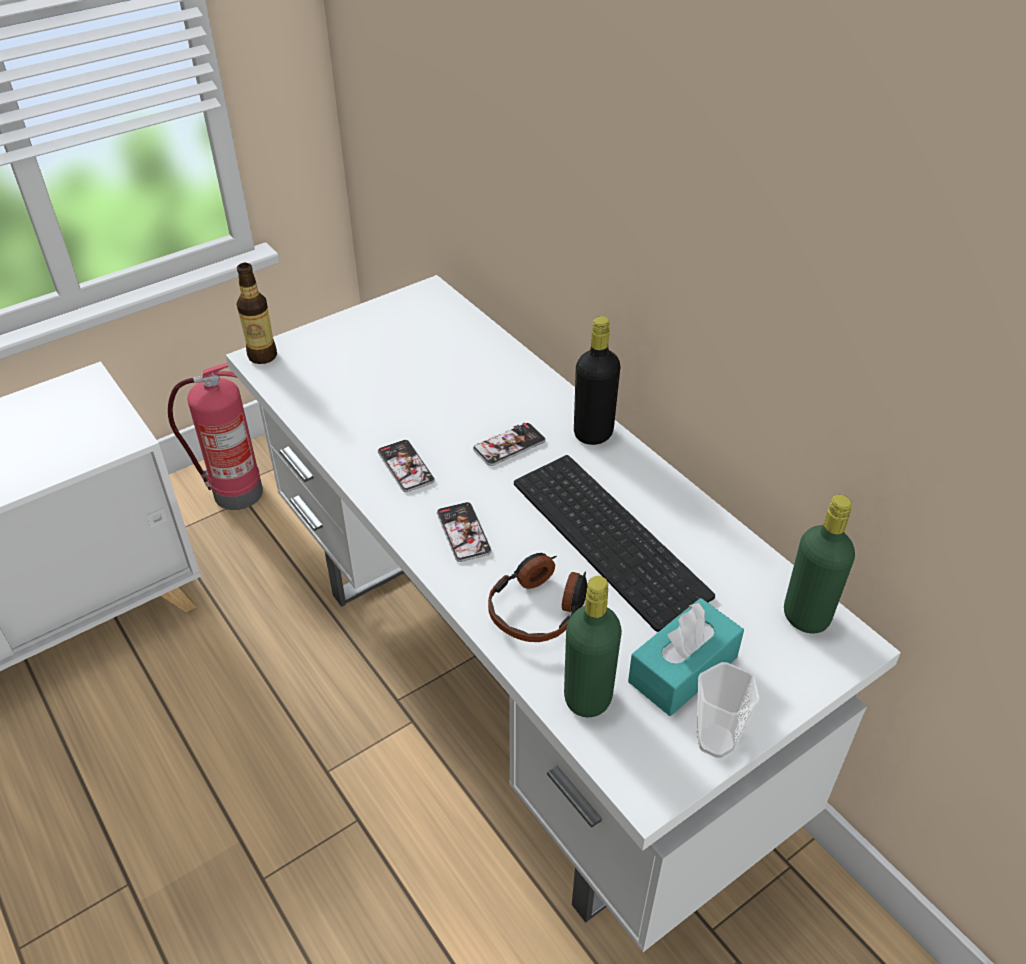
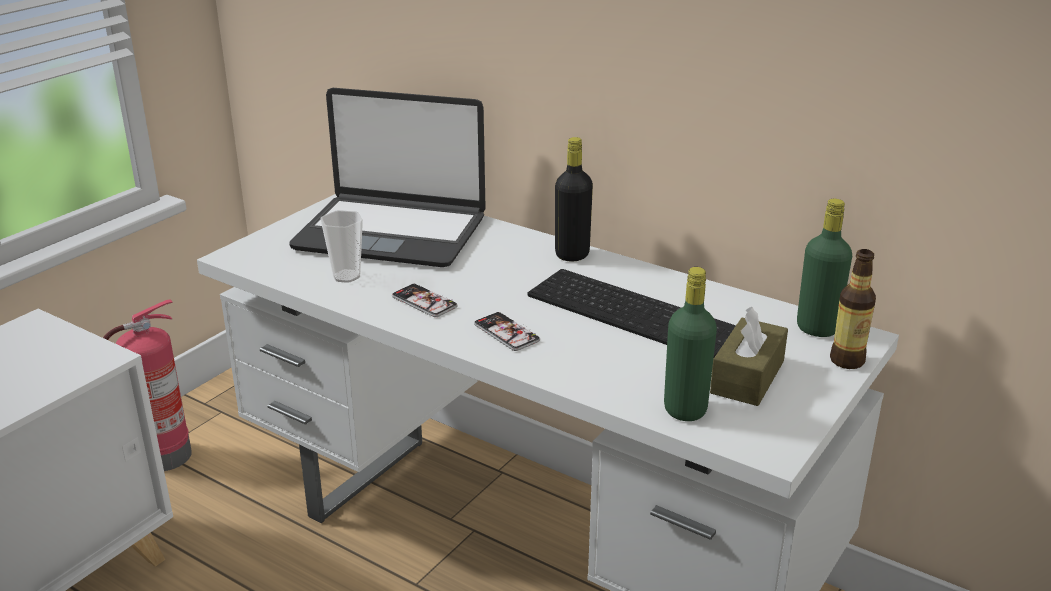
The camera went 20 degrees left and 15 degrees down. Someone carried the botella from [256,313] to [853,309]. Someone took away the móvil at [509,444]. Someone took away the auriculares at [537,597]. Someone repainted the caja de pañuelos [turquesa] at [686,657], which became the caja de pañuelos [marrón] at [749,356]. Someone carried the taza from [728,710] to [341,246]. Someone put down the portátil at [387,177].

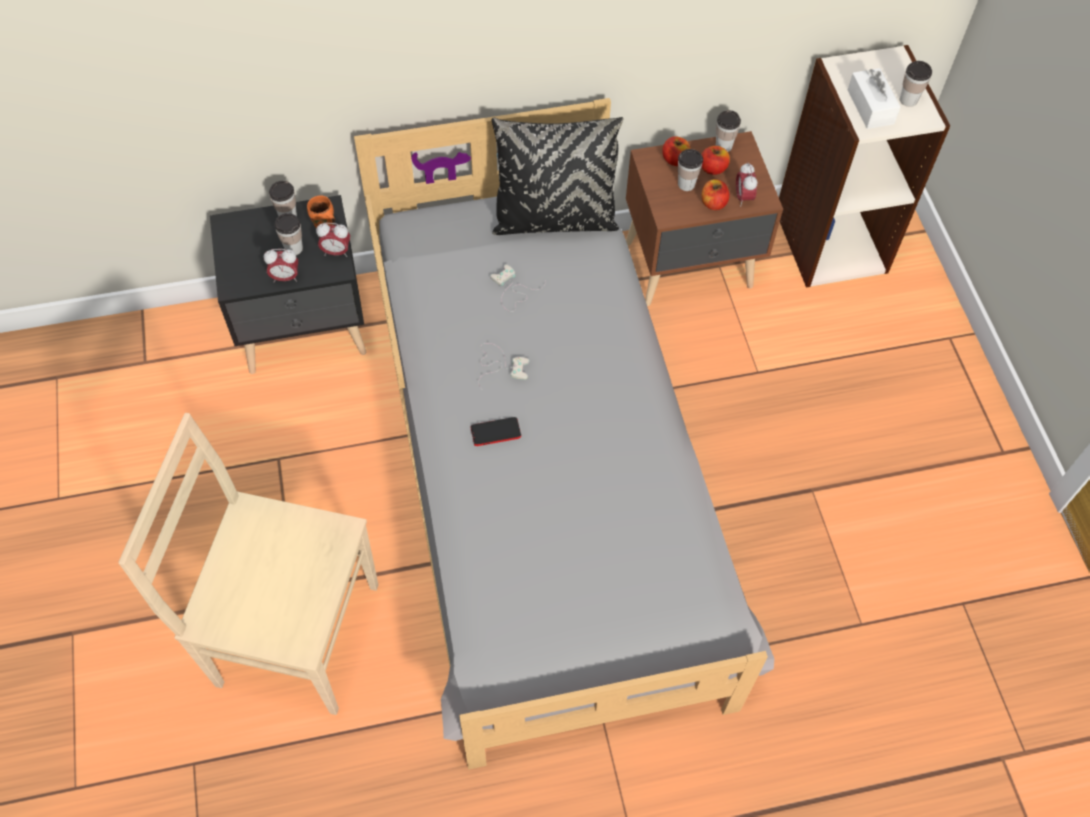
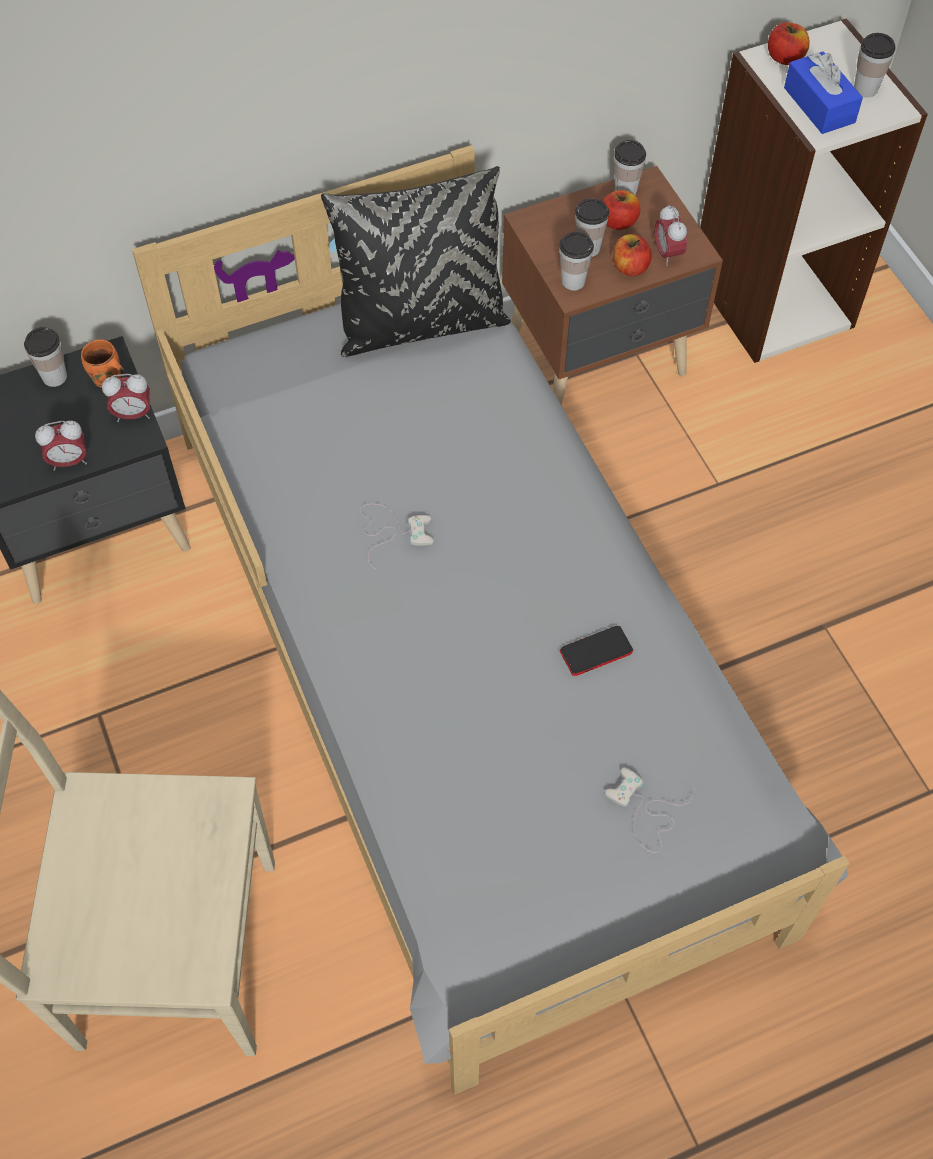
The camera went 10 degrees left and 0 degrees up. Someone carried the taza from [289,234] to [576,261]. Someone carried the móvil from [495,431] to [596,651]. Someone carried the mando de consola [blanco] from [518,288] to [649,810]. Someone carried the manzana from [676,151] to [789,43]. Someone repainted the caja de pañuelos [blanco] at [874,98], which became the caja de pañuelos [azul] at [823,92].

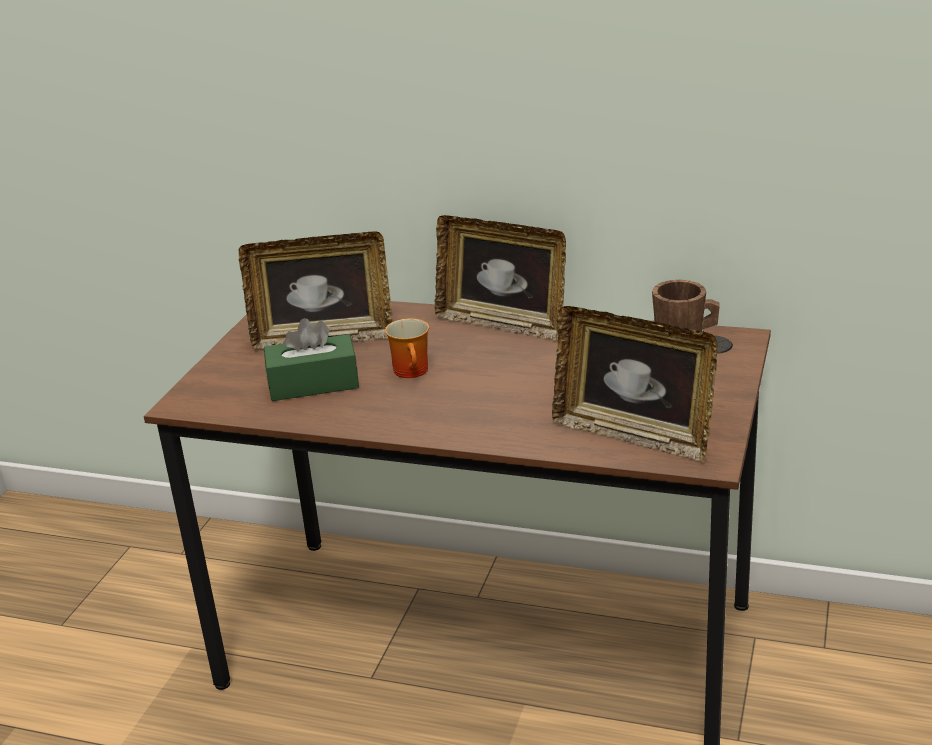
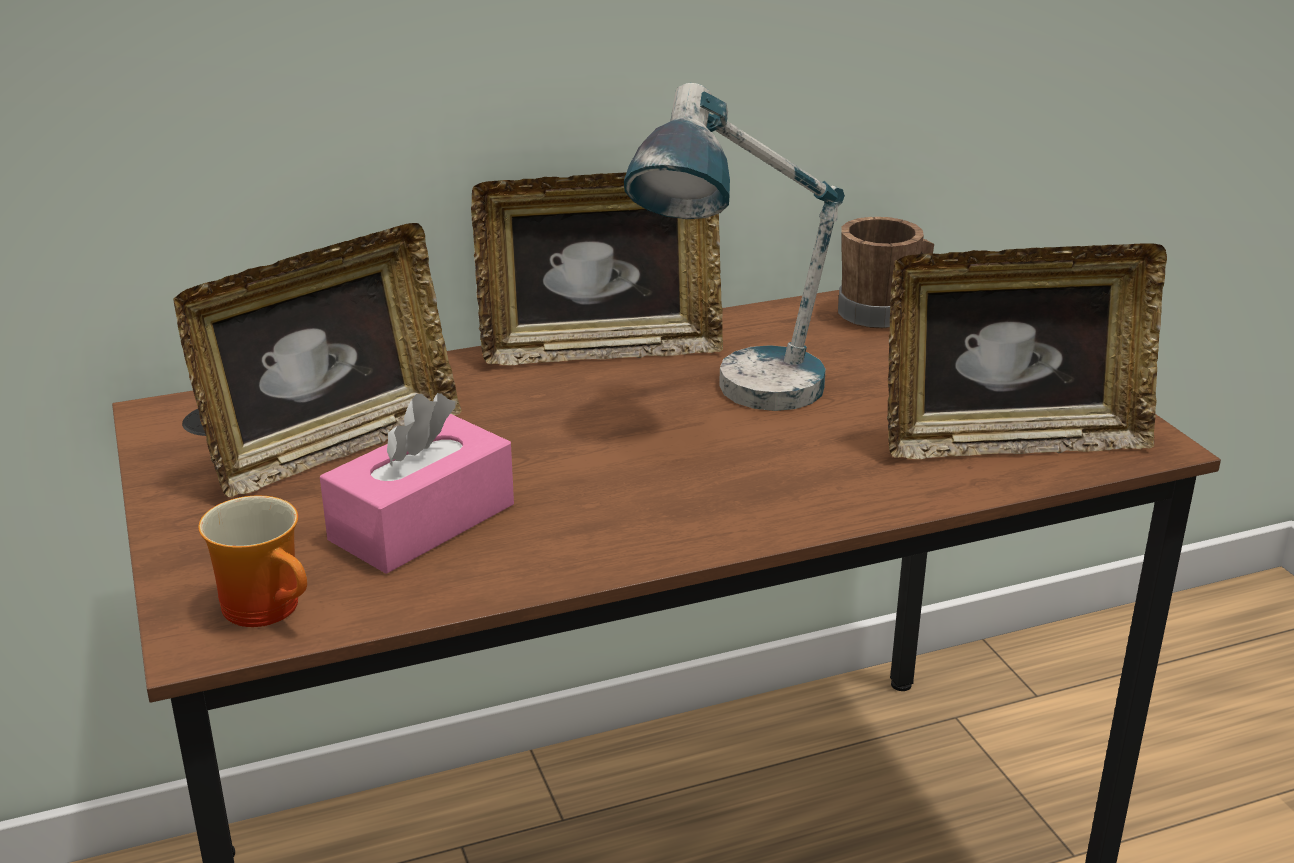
The camera went 40 degrees left and 0 degrees up. Someone repainted the caja de pañuelos [verde] at [311,359], which became the caja de pañuelos [rosa] at [417,483]. Someone carried the taza grande from [407,348] to [252,561]. Someone put down the lámpara de mesa at [734,247].

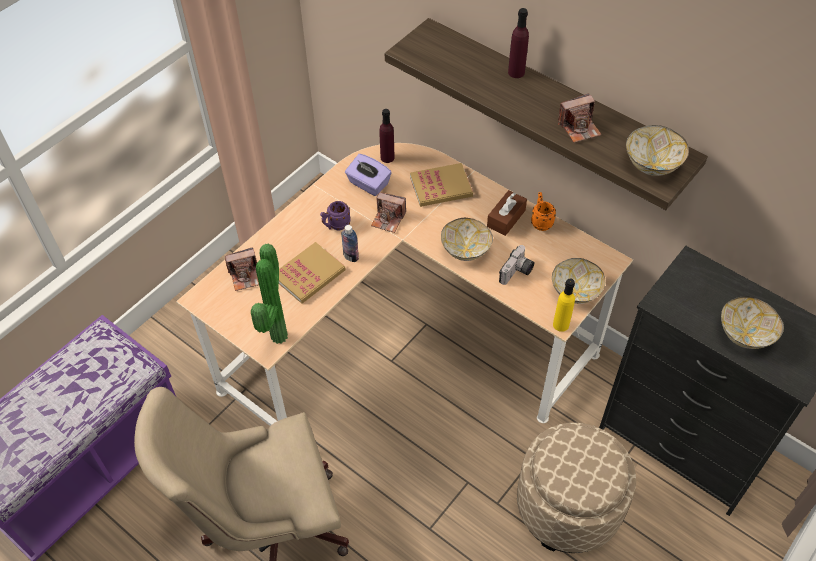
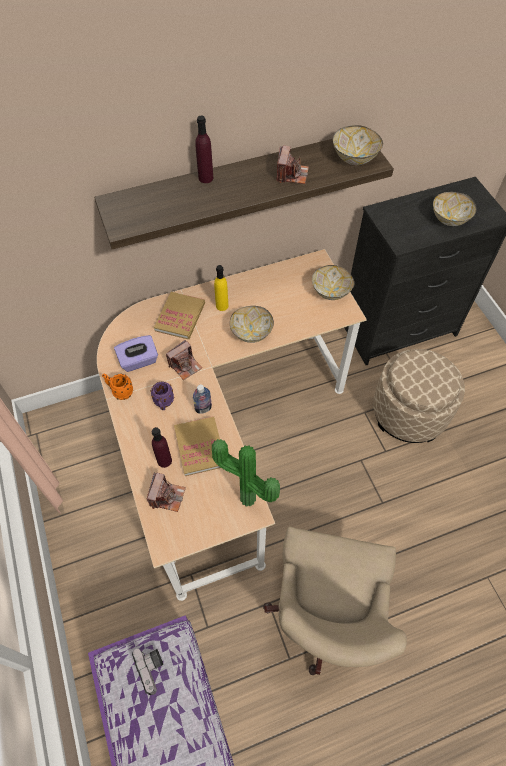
The camera went 60 degrees left and 5 degrees up. Someone carried the botella [morado] from [387,136] to [162,447]. Someone took away the caja de pañuelos [marrón] at [507,213]. Someone carried the cámara from [516,265] to [147,672]. Someone carried the taza grande [naranja] from [543,211] to [117,387]. Someone carried the botella [amarillo] from [564,305] to [221,288].

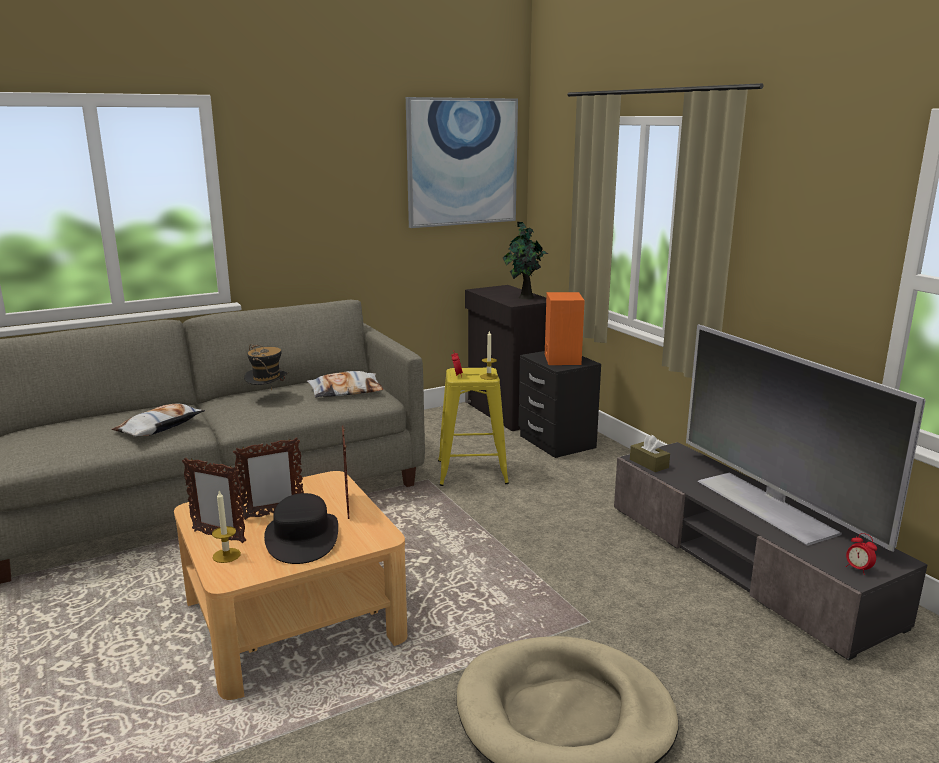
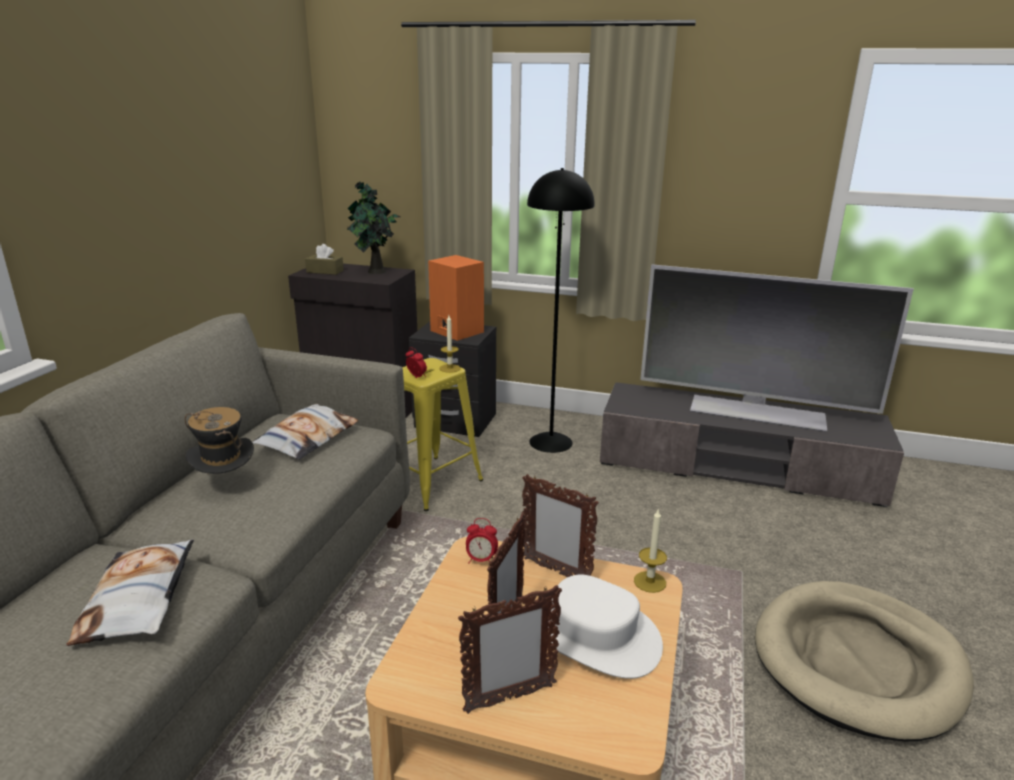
The camera went 45 degrees left and 5 degrees up. Someone carried the vela from [226,527] to [650,550]. Someone repainted the sombrero [negro] at [301,528], which became the sombrero [blanco] at [605,626]. Someone took away the cuadro at [462,162]. Someone carried the caja de pañuelos [marrón] from [650,453] to [324,259]. Someone carried the despertador from [861,554] to [482,540]. Someone put down the lámpara de pie [negro] at [561,310].

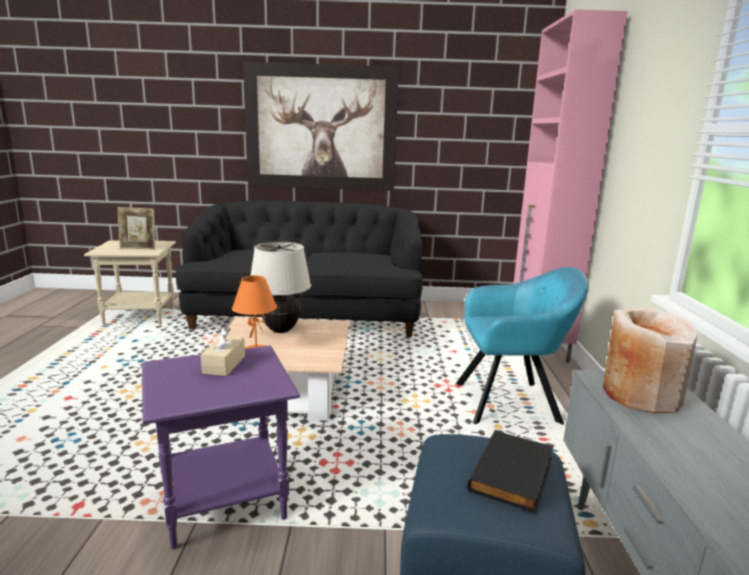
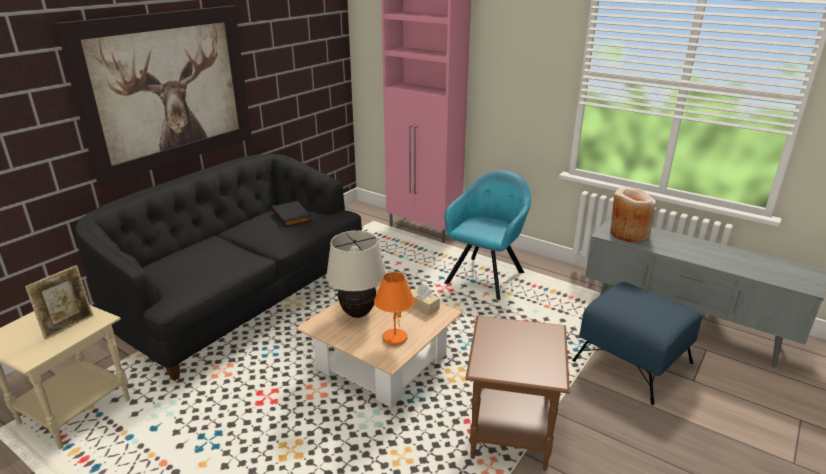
The camera went 55 degrees left and 10 degrees up. Someone repainted the mesa auxiliar [morado] at [221,447], which became the mesa auxiliar [marrón] at [517,393]. Someone carried the caja de pañuelos [beis] from [223,351] to [425,300]. Someone carried the libro [negro] from [510,471] to [292,214].

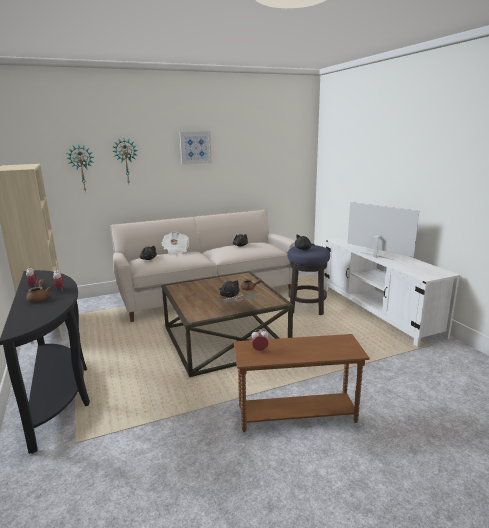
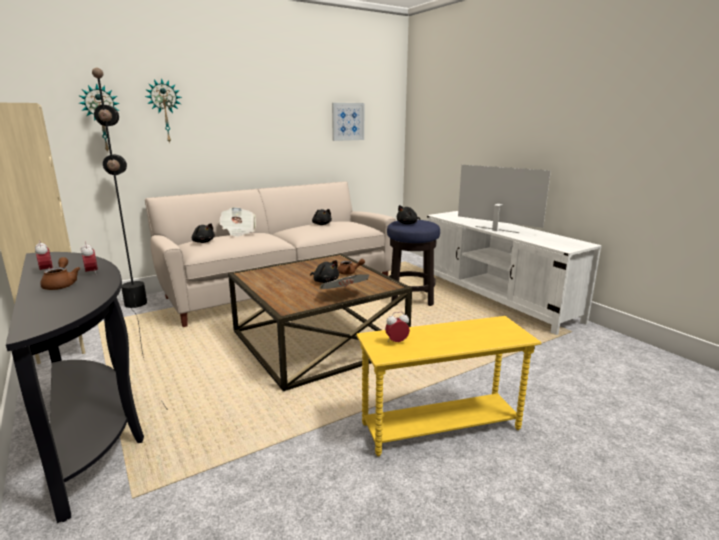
The camera went 10 degrees left and 0 degrees up. Someone carried the cuadro from [196,148] to [348,122]. Someone repainted the mesa auxiliar [marrón] at [302,383], which became the mesa auxiliar [amarillo] at [448,386]. Someone put down the lámpara de pie [negro] at [130,239].

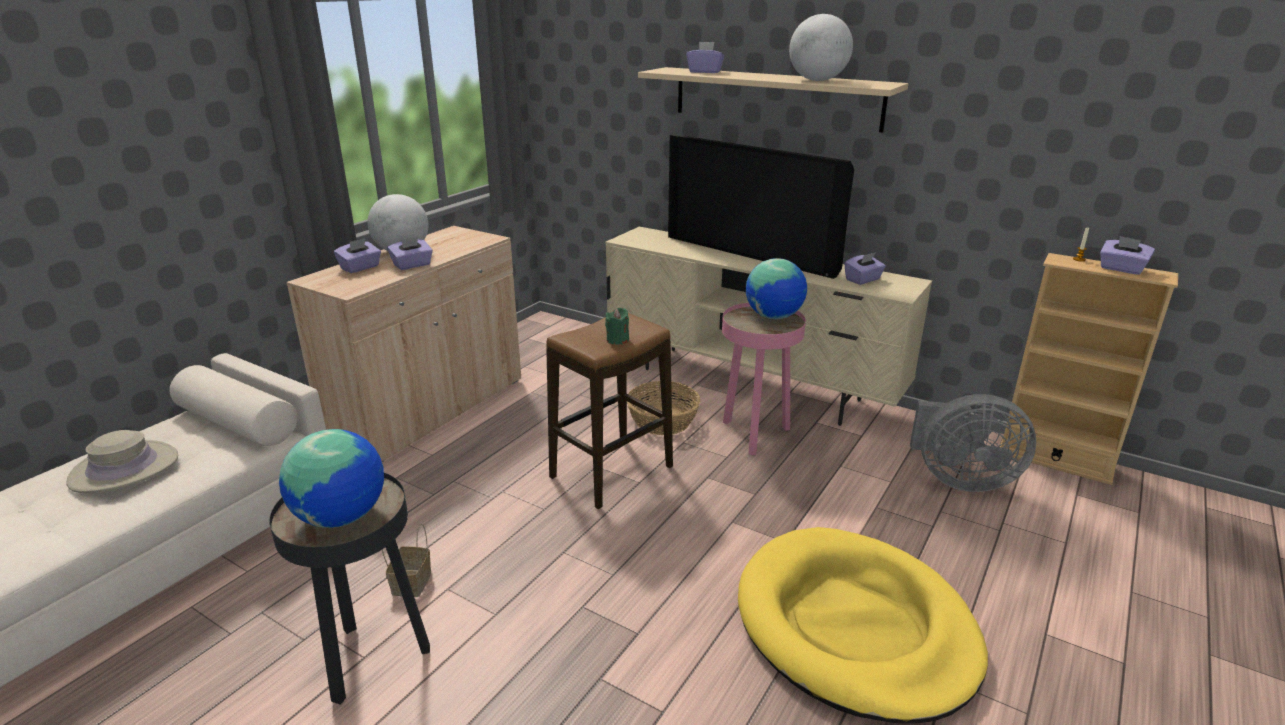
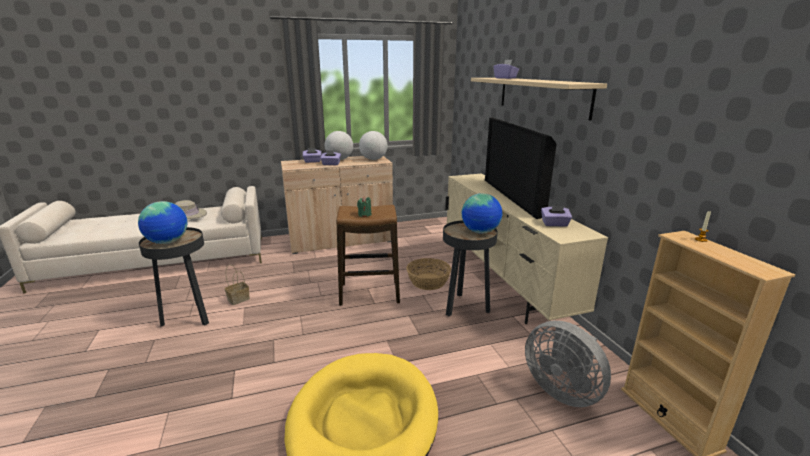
The camera went 40 degrees right and 5 degrees down. Someone repainted the mesa auxiliar [rosa] at [764,379], which became the mesa auxiliar [negro] at [470,268]. Someone carried the globo terráqueo from [821,47] to [373,145]. Someone took away the caja de pañuelos [morado] at [1127,255].

